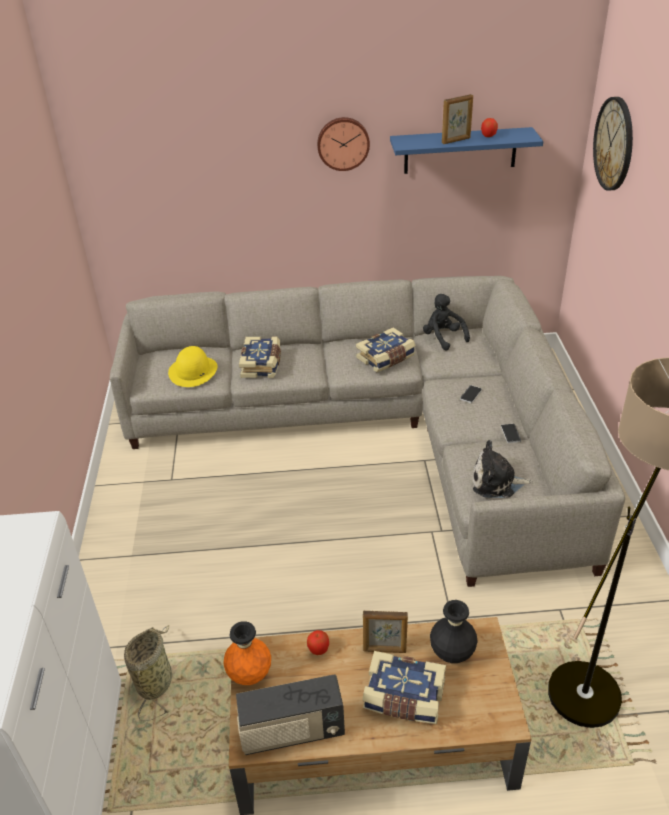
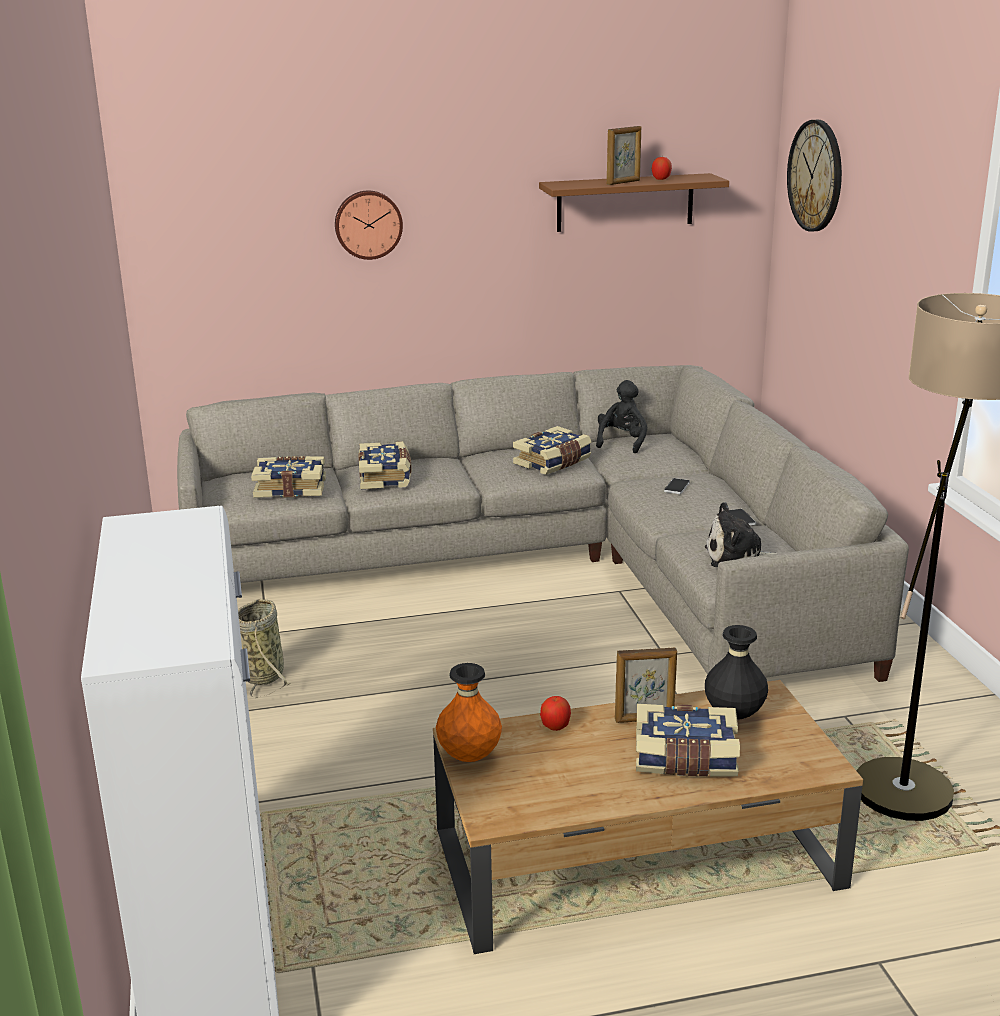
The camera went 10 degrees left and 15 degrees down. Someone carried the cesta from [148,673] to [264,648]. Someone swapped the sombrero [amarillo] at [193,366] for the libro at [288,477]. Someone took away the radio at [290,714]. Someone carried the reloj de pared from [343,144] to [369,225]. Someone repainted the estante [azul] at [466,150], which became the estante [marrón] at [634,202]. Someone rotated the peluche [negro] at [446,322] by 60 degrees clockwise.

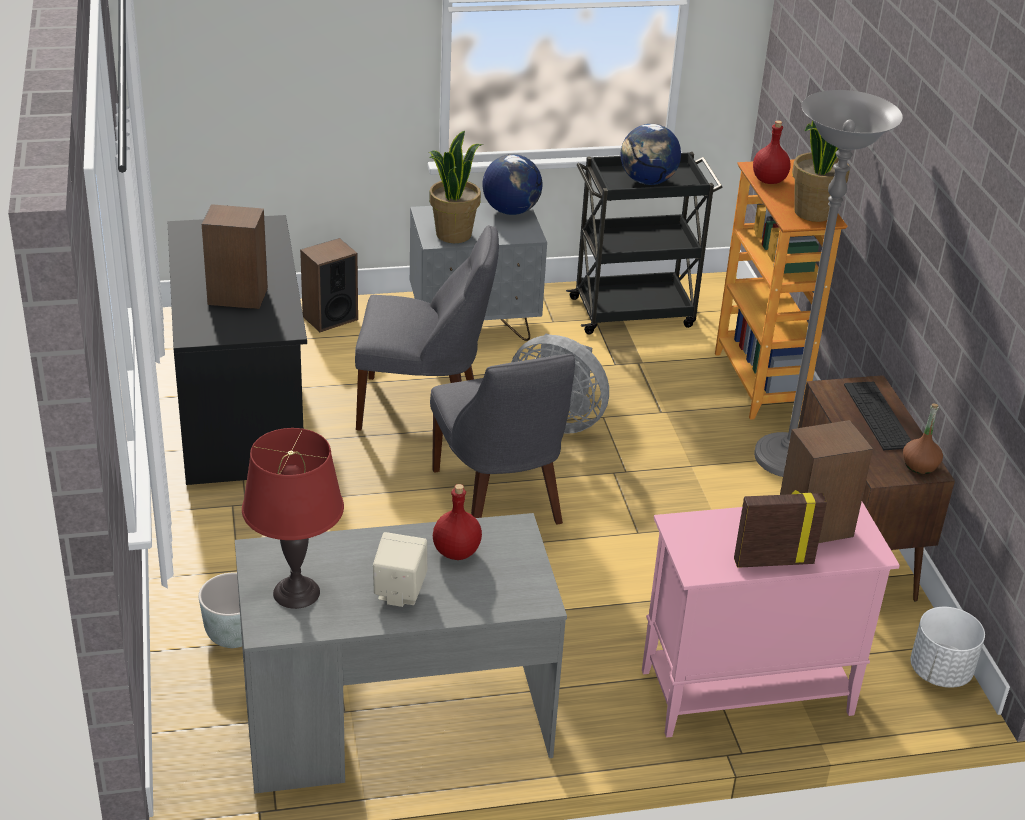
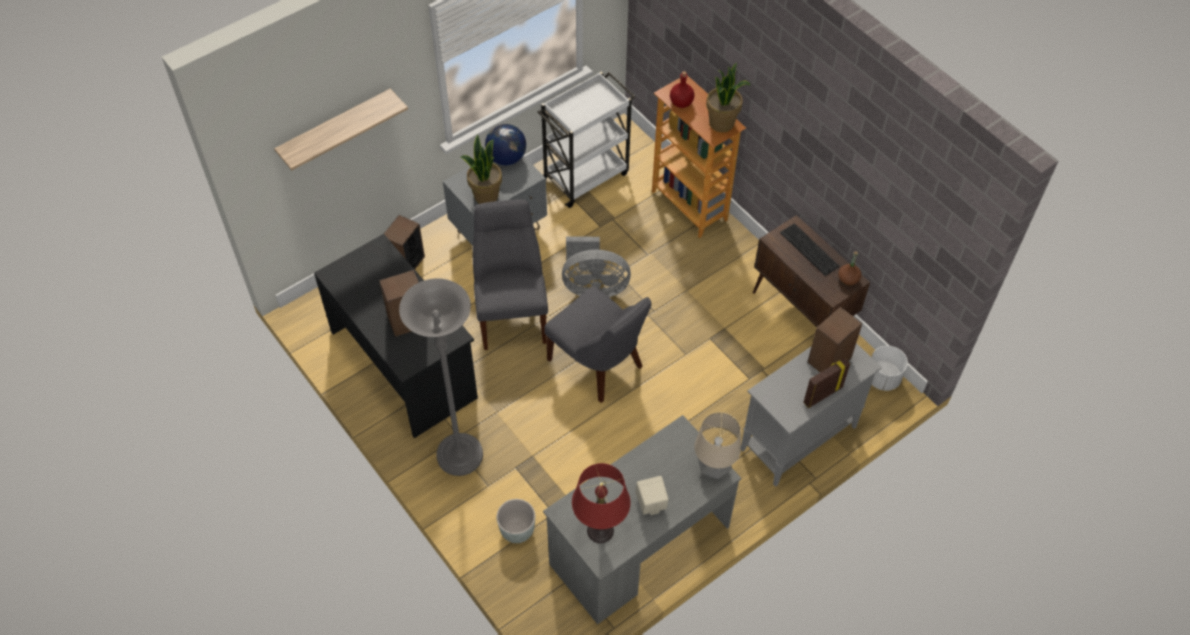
The camera went 25 degrees left and 20 degrees up. Someone rotated the silla [gris] at [427,327] by 75 degrees counterclockwise. Someone took away the botella [rojo] at [457,522]. Someone repainted the carrito [negro] at [644,243], which became the carrito [blanco] at [586,139]. Someone took away the globo terráqueo at [650,154]. Someone repainted the armario [rosa] at [771,620], which became the armario [gris] at [811,415]. Someone carried the lámpara de pie [gris] from [828,283] to [441,377]. Someone put up the estante at [341,129]. Someone put down the lámpara de mesa at [717,445].

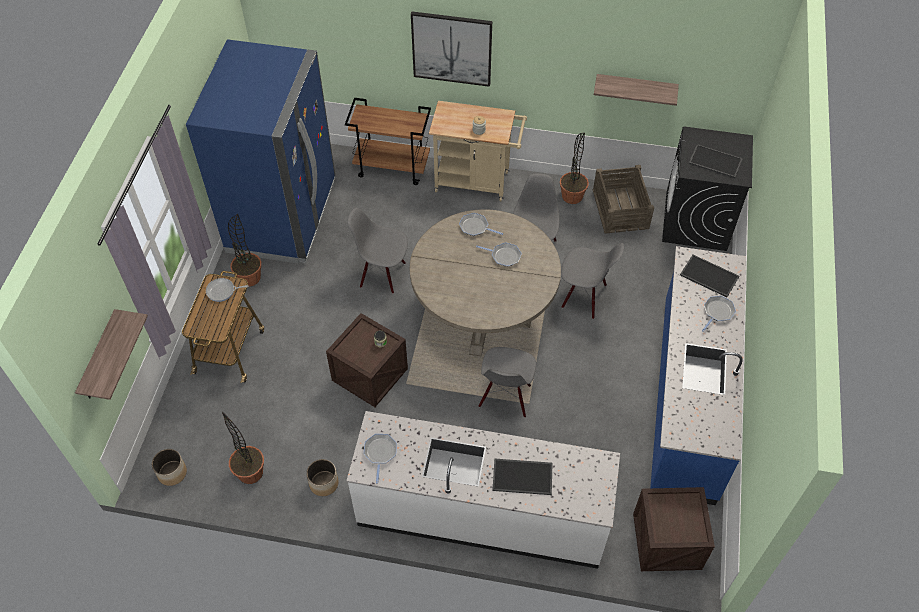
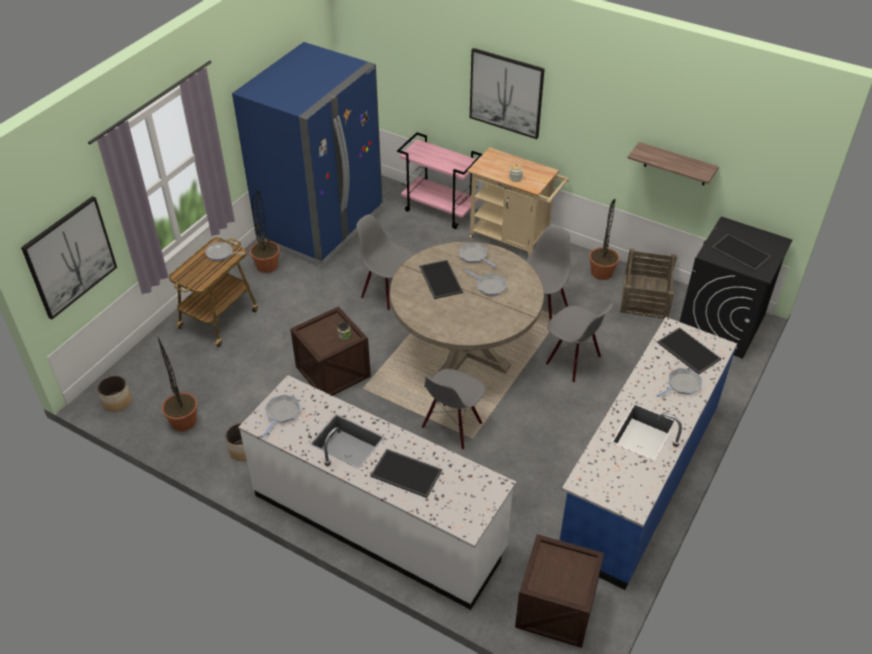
The camera went 20 degrees right and 10 degrees down. Someone swapped the estante at [111,354] for the cuadro at [69,257]. Someone repainted the carrito [marrón] at [388,141], which became the carrito [rosa] at [440,180]. Someone put down the bandeja at [441,279].

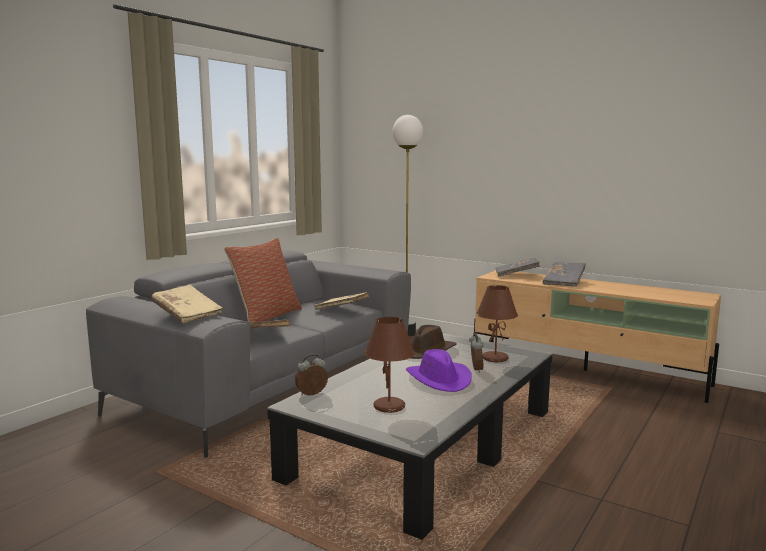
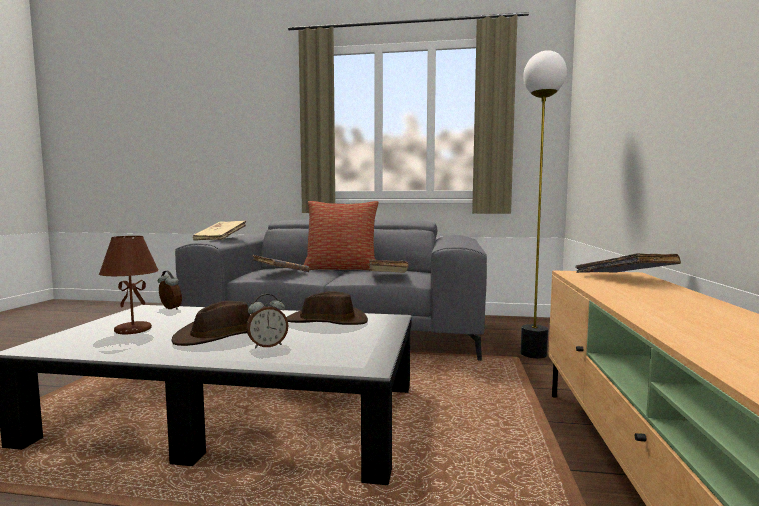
The camera went 65 degrees right and 5 degrees down. Someone repainted the sombrero [morado] at [439,370], which became the sombrero [marrón] at [210,323]. Someone took away the lámpara de mesa [marrón] at [497,323]. Someone took away the libro [gris] at [564,274].

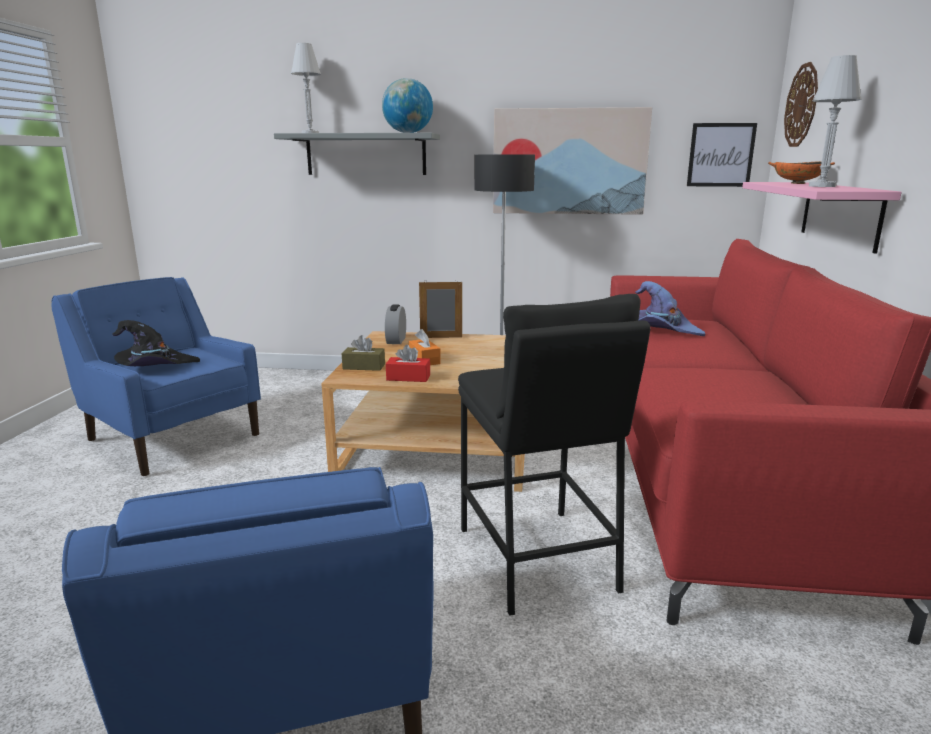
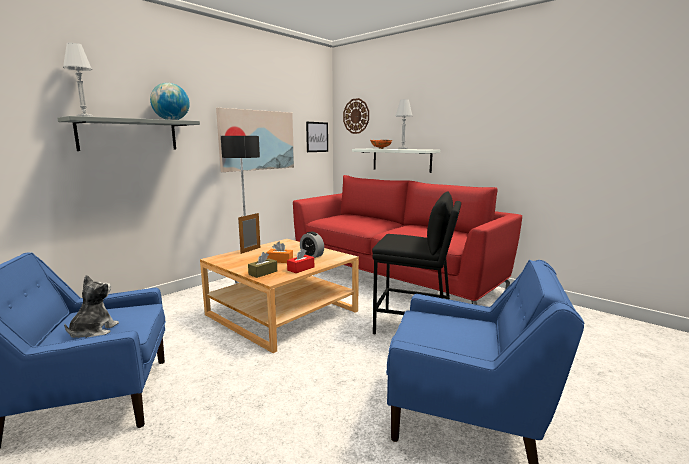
The camera went 55 degrees left and 5 degrees down. Someone swapped the sombrero [negro] at [156,343] for the peluche at [91,306]. Someone carried the despertador from [395,324] to [312,245]. Someone took away the sombrero [morado] at [670,308]. Someone repainted the estante [rosa] at [822,218], which became the estante [blanco] at [396,161].

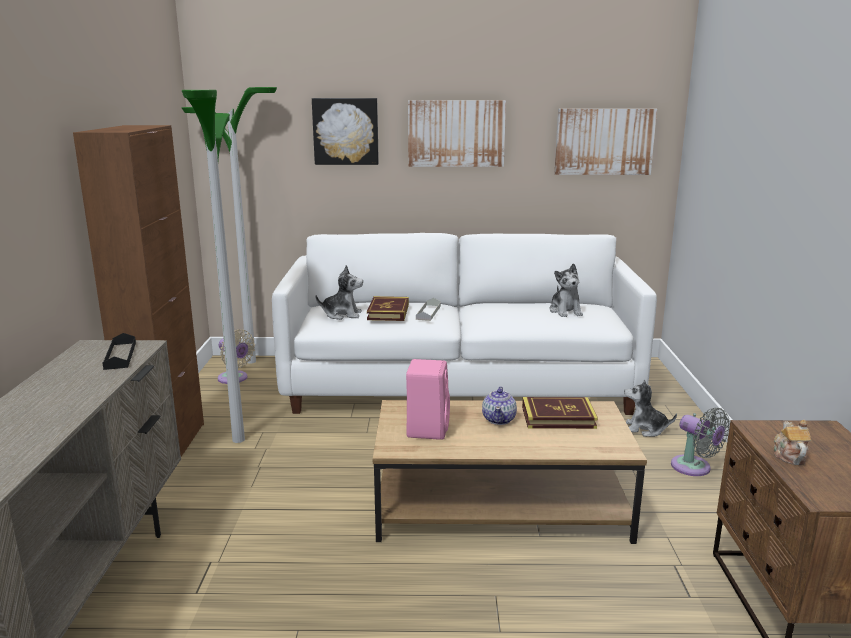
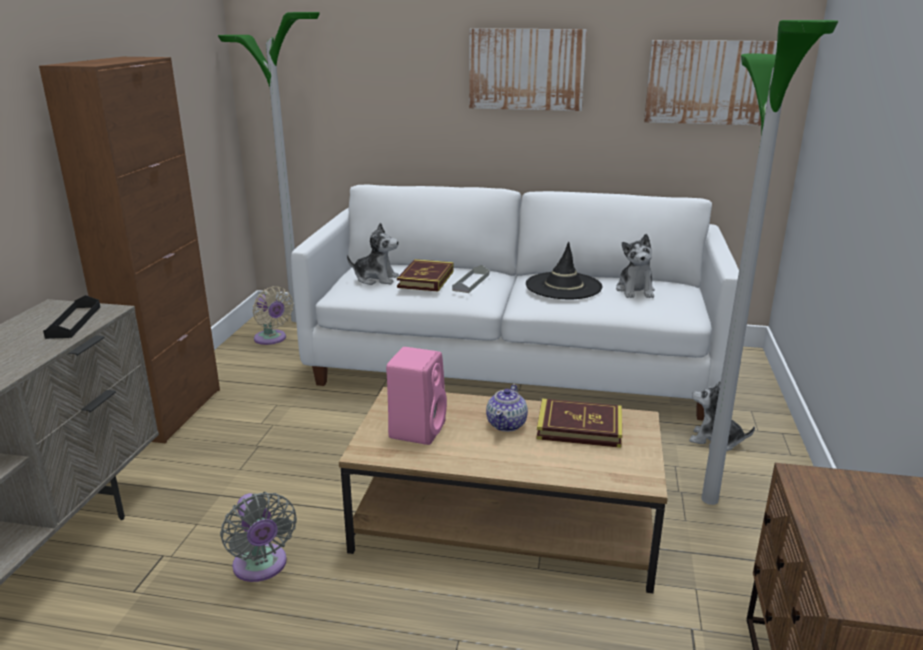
The camera went 10 degrees right and 5 degrees up. Someone carried the lámpara de pie from [213,266] to [769,262]. Someone took away the cuadro at [345,131]. Someone carried the ventilador [gris] from [700,441] to [258,537]. Someone took away the tetera at [792,442]. Someone put down the sombrero [negro] at [564,270].

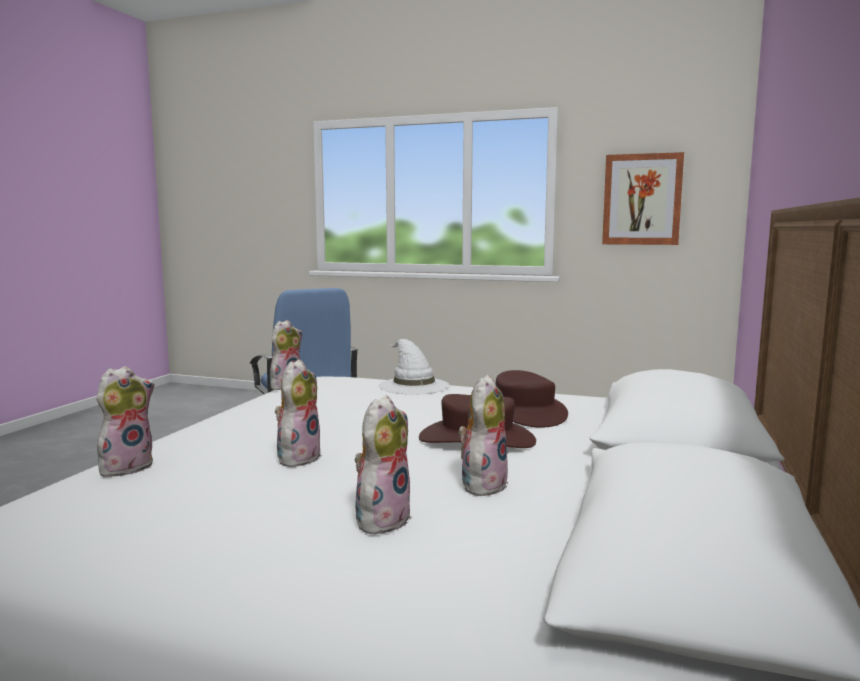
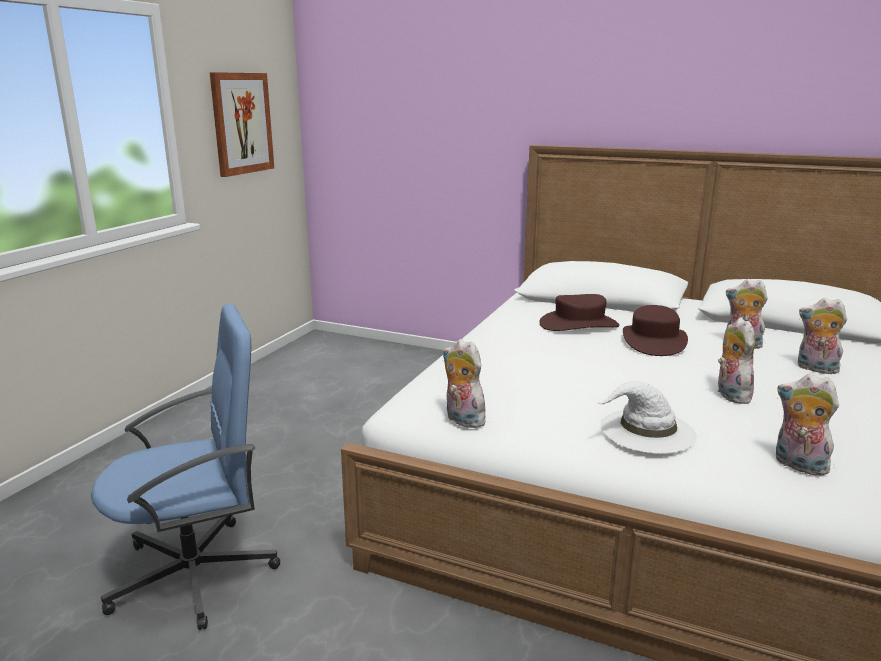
The camera went 85 degrees left and 10 degrees up. Someone rotated the peluche at [298,413] by 60 degrees clockwise. Someone carried the sombrero [blanco] from [414,367] to [647,417].

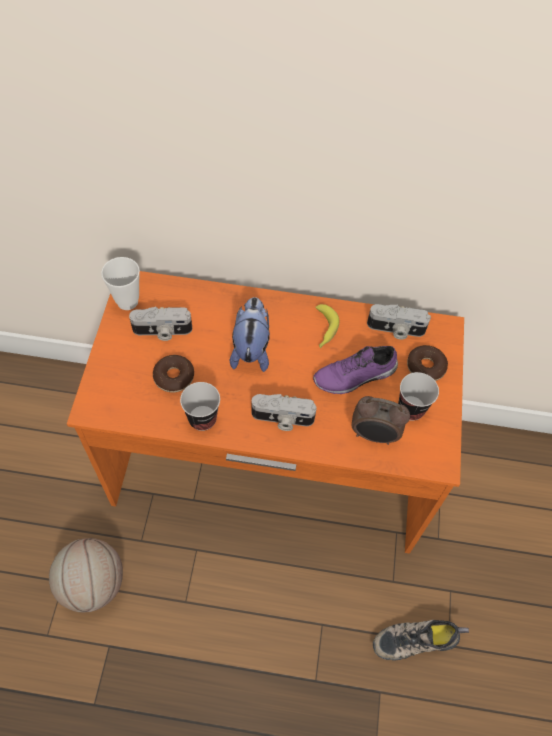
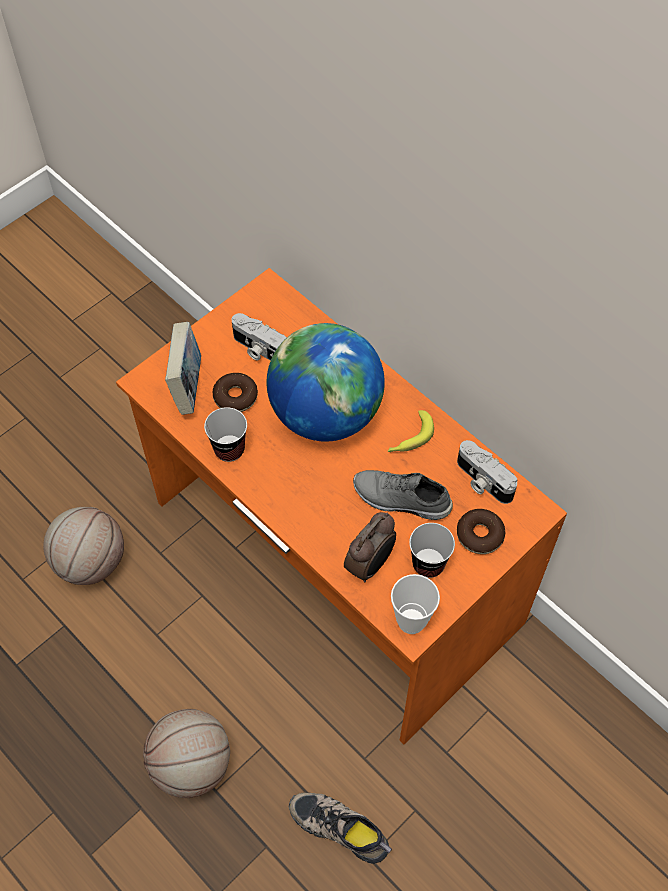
The camera went 40 degrees right and 0 degrees up. Someone carried the taza from [120,283] to [415,604]. Someone swapped the peluche at [250,334] for the globo terráqueo at [326,382]. Someone took away the cámara at [284,412]. Someone repainted the zapato [morado] at [355,370], which became the zapato [gris] at [403,495]. Someone rotated the despertador at [381,420] by 105 degrees counterclockwise. Someone put down the balón de baloncesto at [186,753]. Someone put down the libro at [183,368].

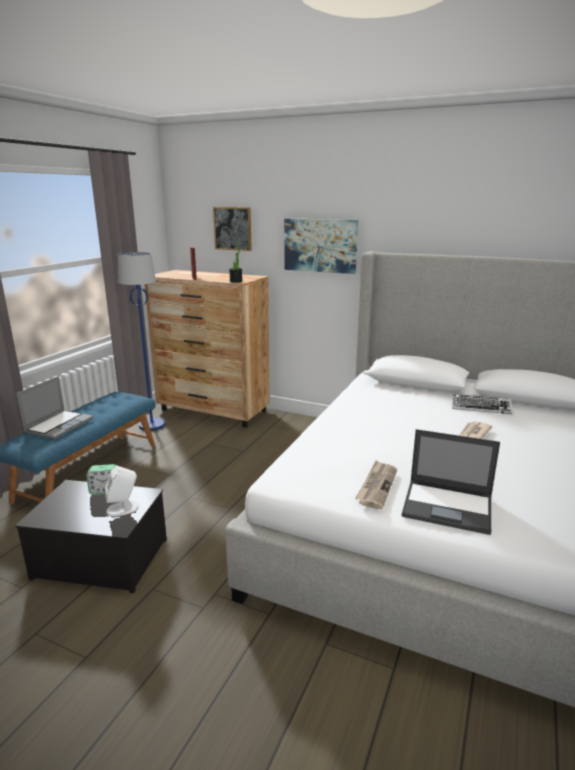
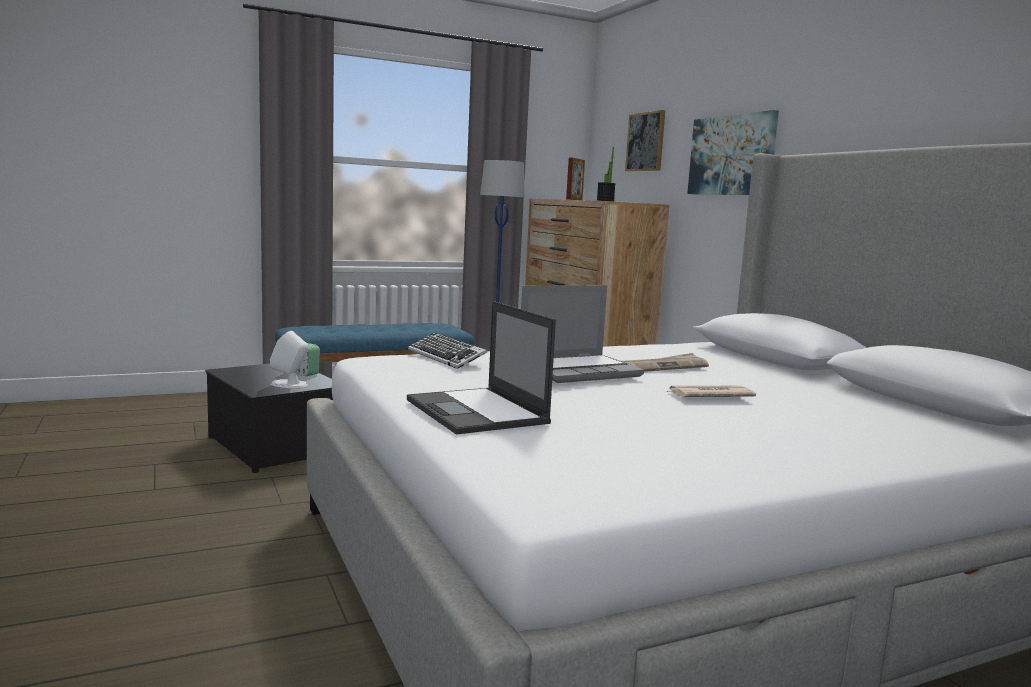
The camera went 40 degrees right and 10 degrees down. Someone carried the portátil from [54,407] to [582,334]. Someone carried the periódico from [376,484] to [665,362]. Someone carried the teclado from [482,404] to [447,350].

